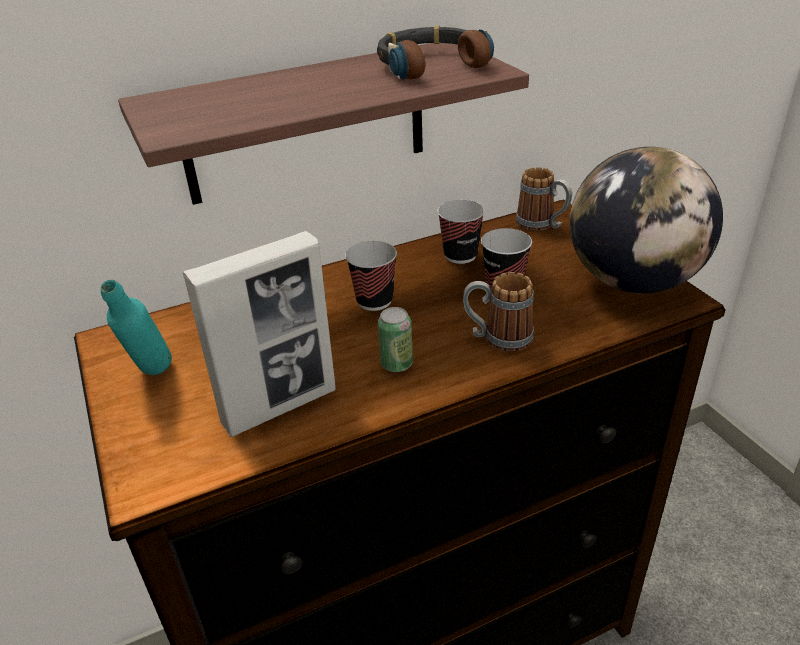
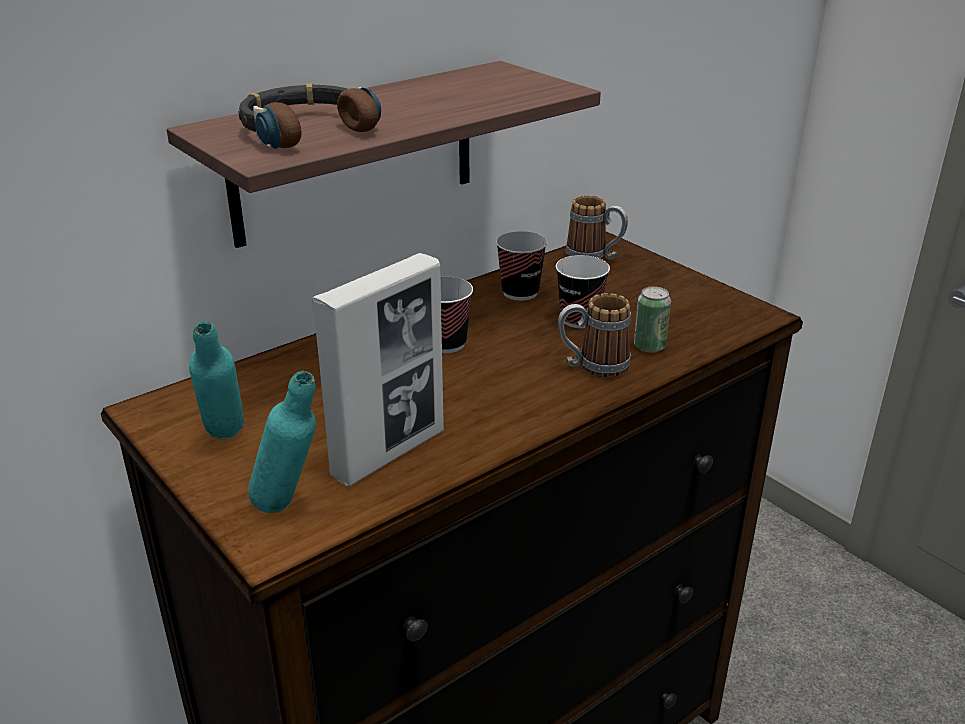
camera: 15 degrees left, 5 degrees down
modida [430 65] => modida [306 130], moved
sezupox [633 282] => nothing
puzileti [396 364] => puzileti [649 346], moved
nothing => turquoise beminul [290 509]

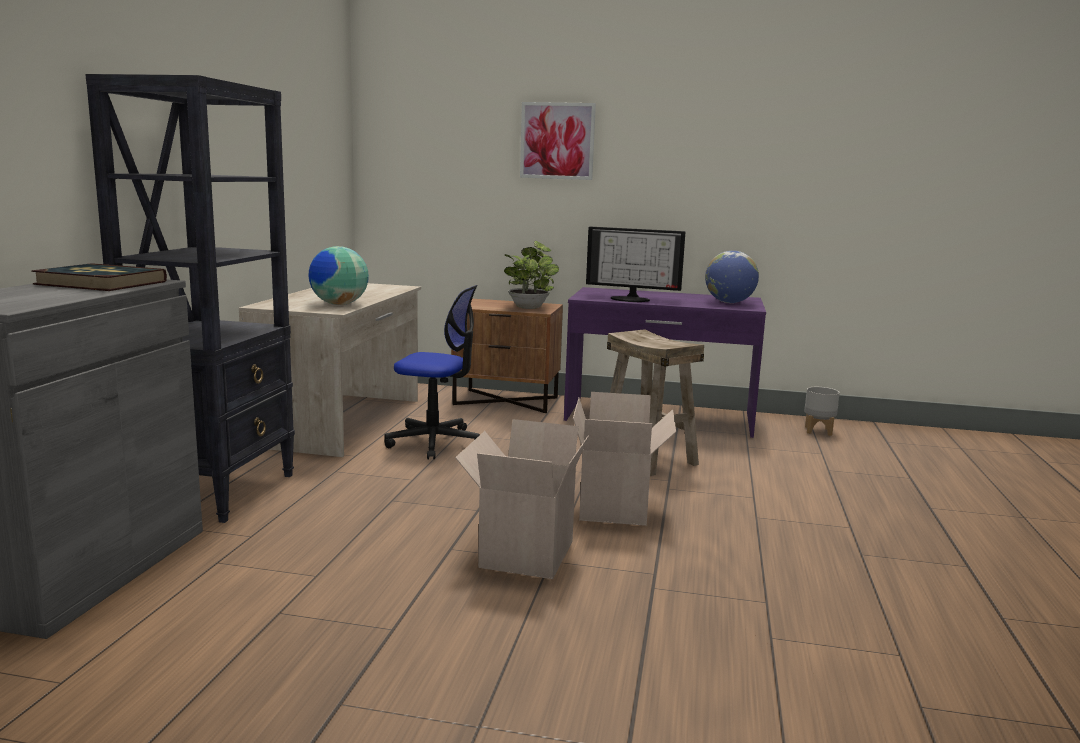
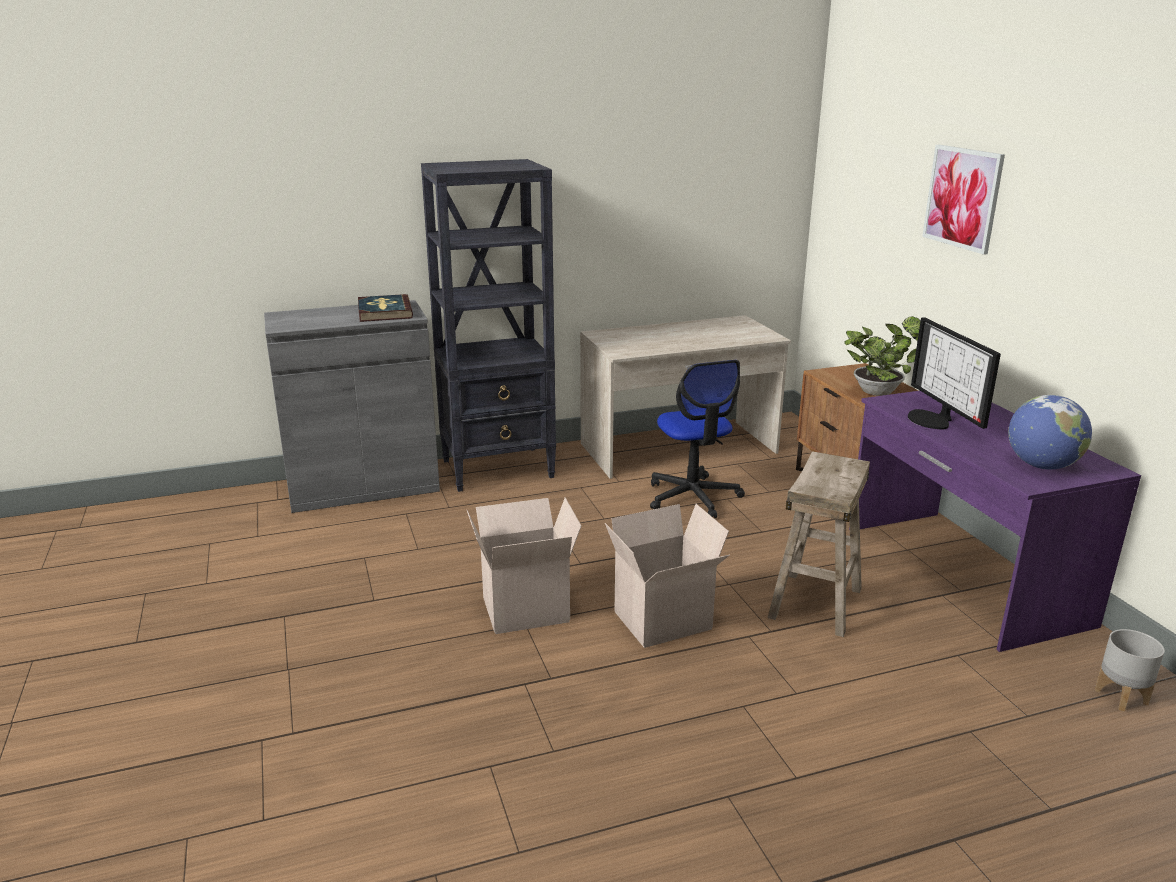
camera: 60 degrees right, 10 degrees up
sezupox [338 304] => nothing

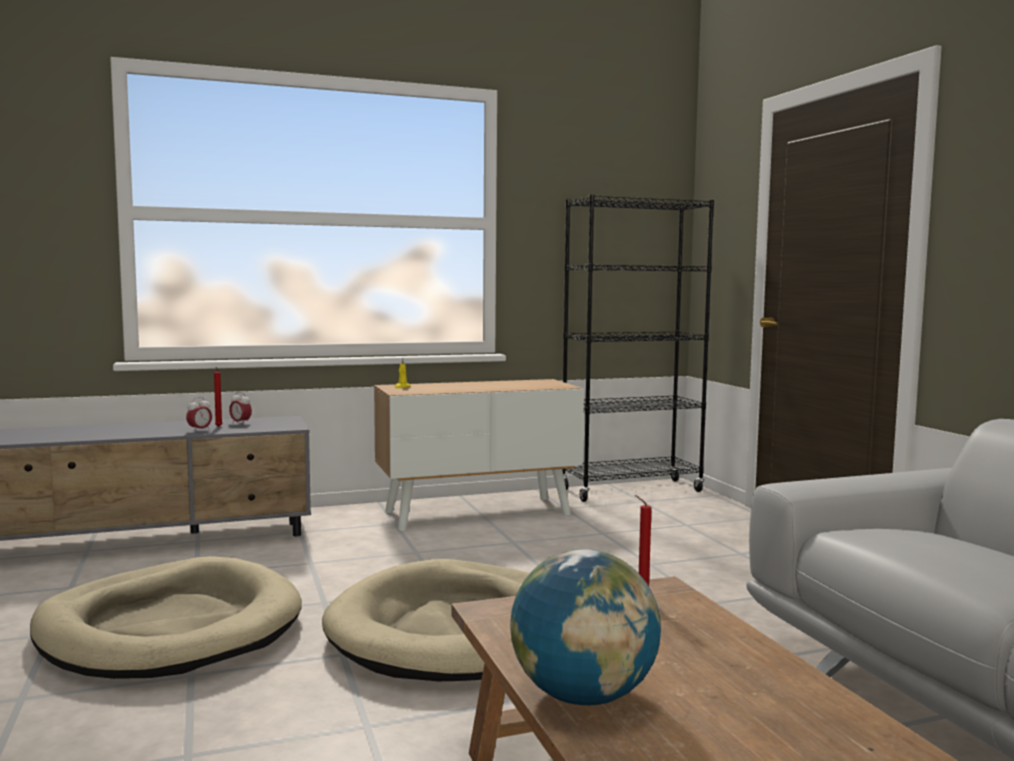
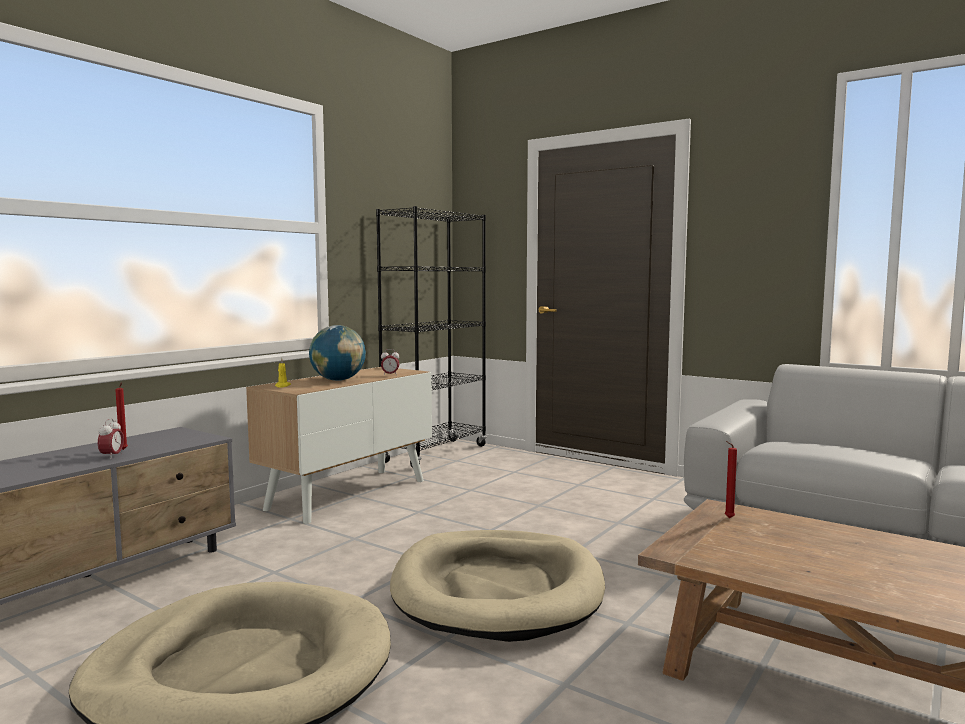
camera: 35 degrees left, 0 degrees up
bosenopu [240 423] => bosenopu [390 375], moved
sezupox [583 696] => sezupox [338 380], moved

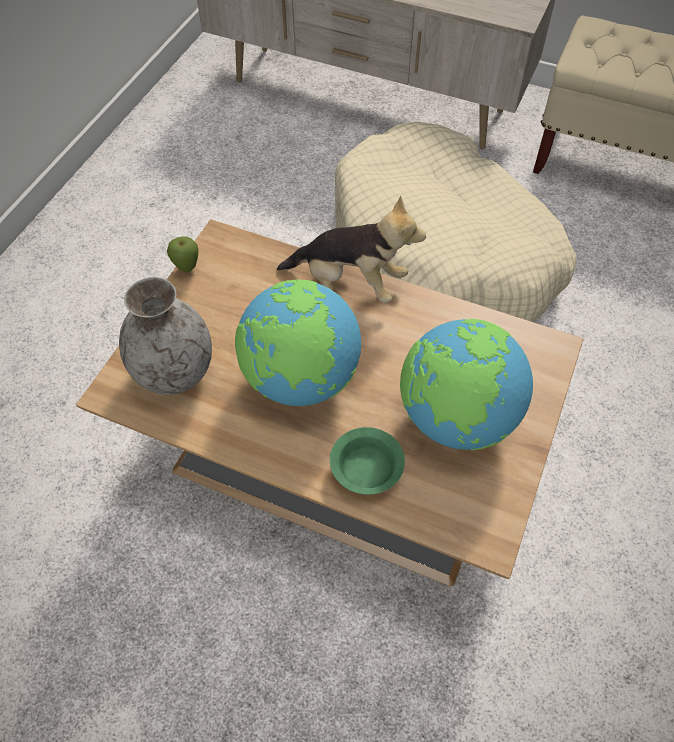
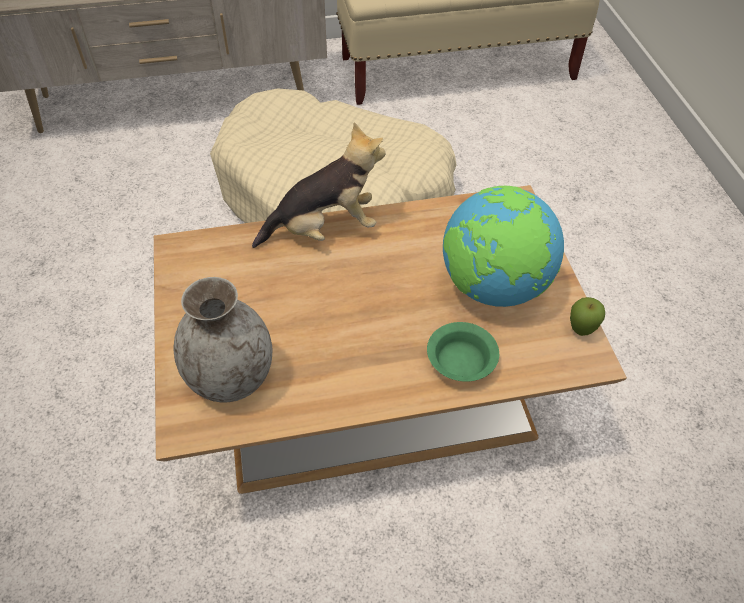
camera: 35 degrees left, 5 degrees down
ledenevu [187 268] => ledenevu [580 331], moved
sezupox [300 379] => nothing

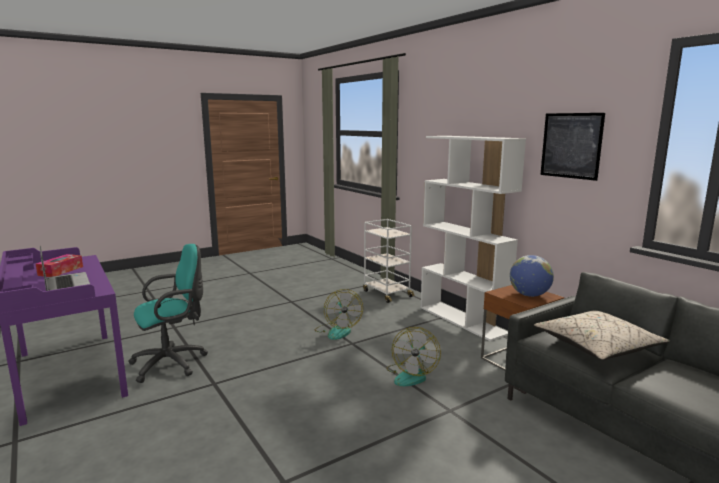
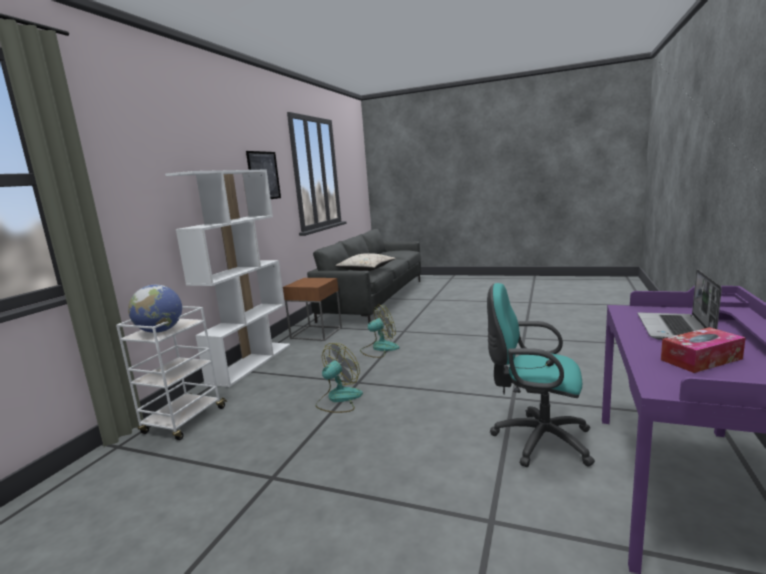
camera: 125 degrees left, 0 degrees up
sezupox [529 295] => sezupox [160 331], moved

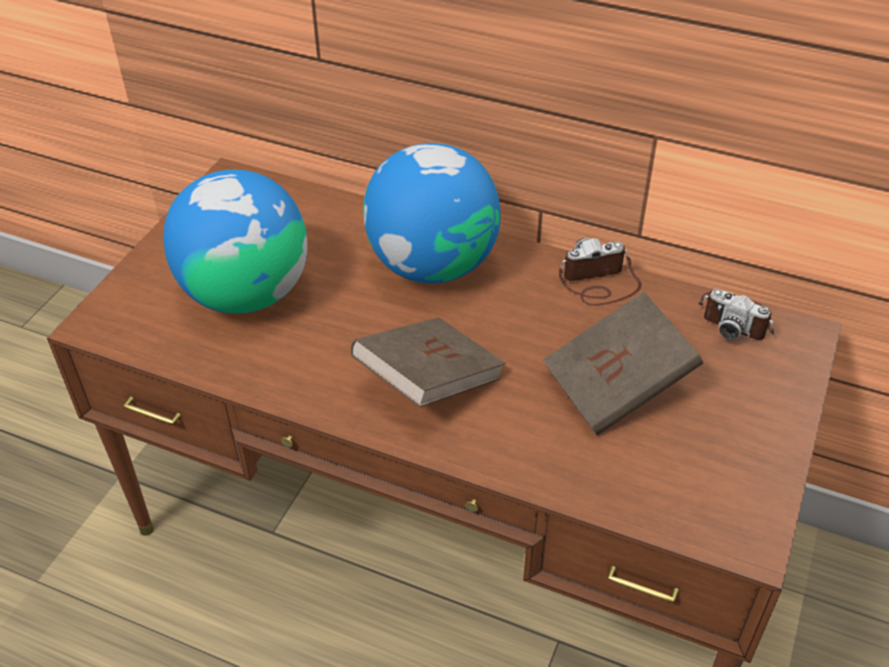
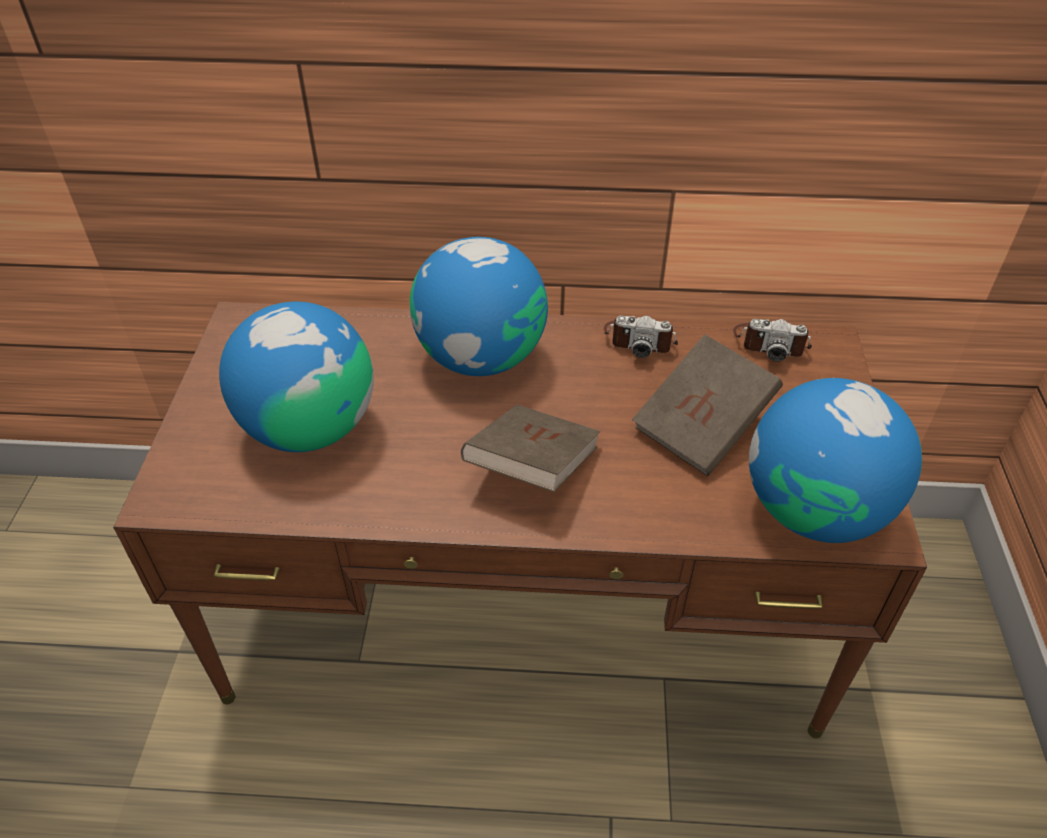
camera: 20 degrees left, 0 degrees up
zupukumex [599 283] => zupukumex [640 339], 135 degrees counterclockwise
nothing => sezupox [815 510]

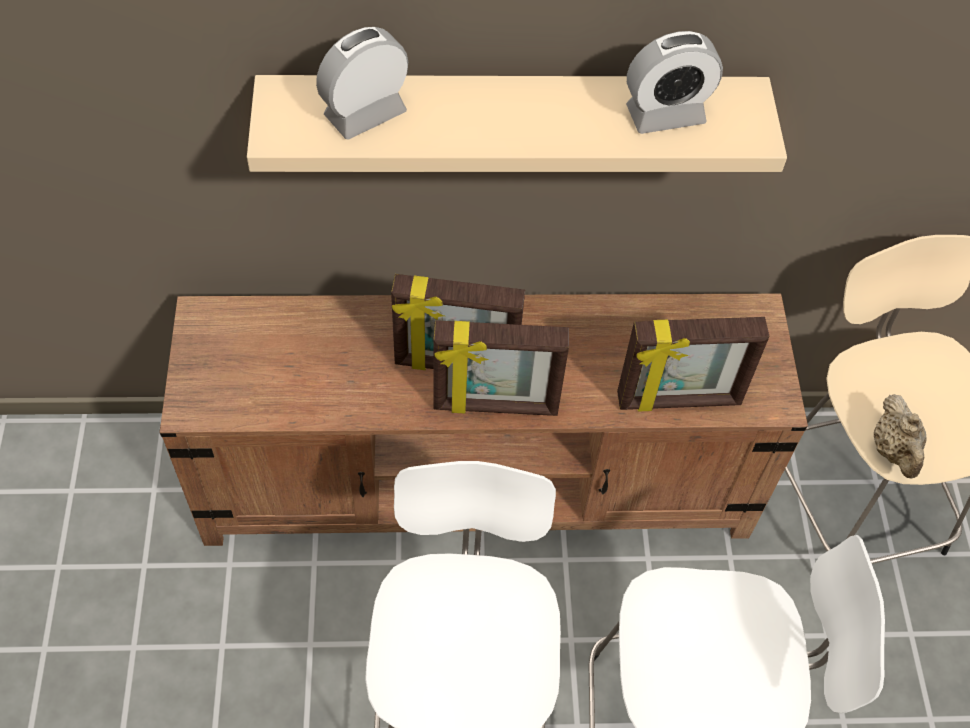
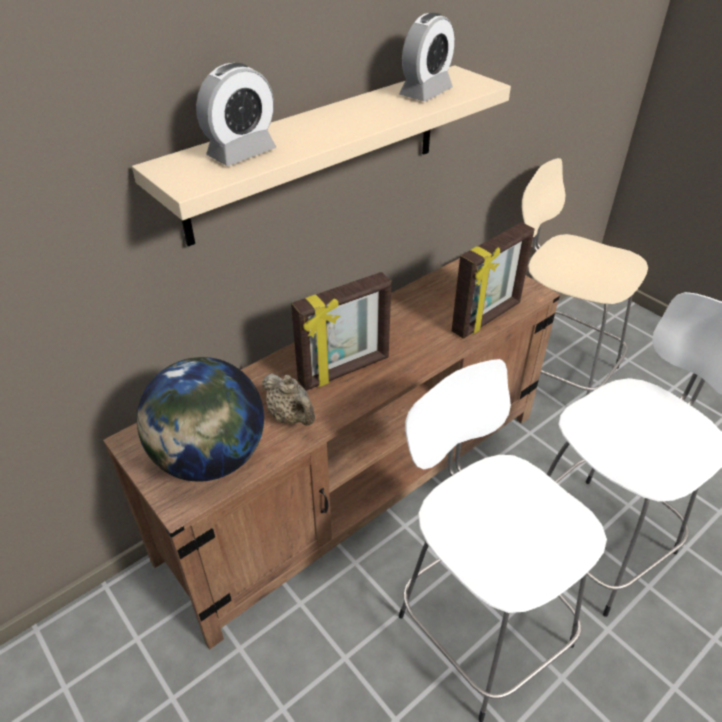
camera: 35 degrees left, 15 degrees down
bosenopu [365 114] => bosenopu [241 153], 150 degrees counterclockwise
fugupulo [495 406] => nothing
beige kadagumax [893 451] => beige kadagumax [291 417], moved
nothing => sezupox [210 459]

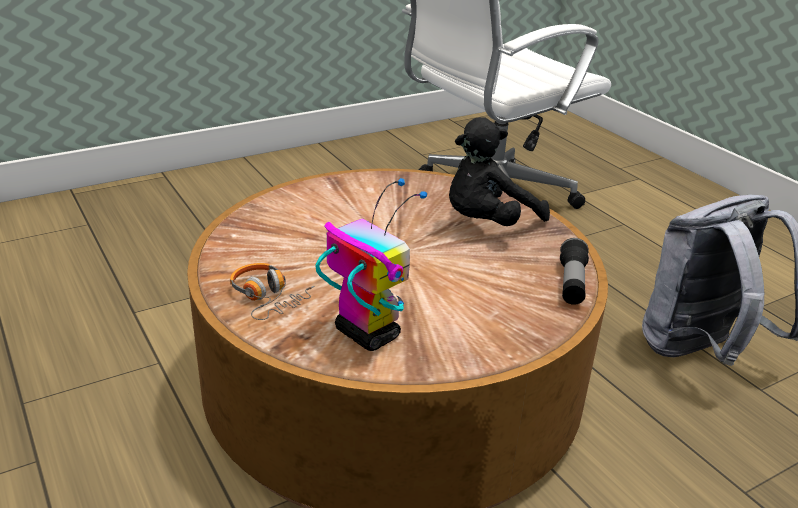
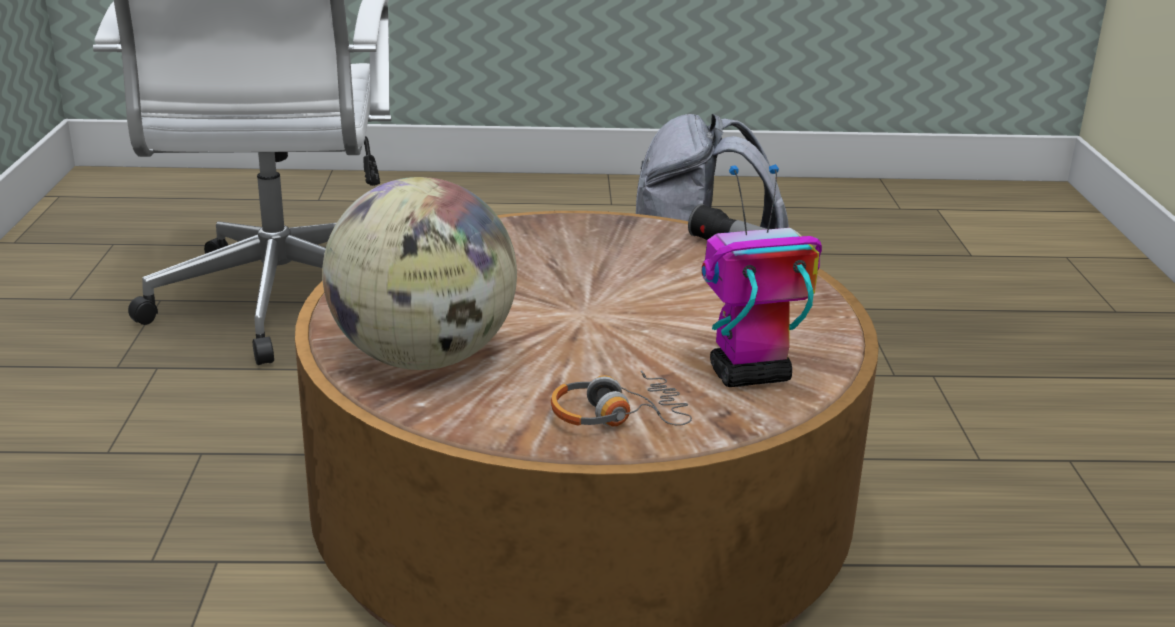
camera: 60 degrees left, 5 degrees down
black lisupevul [487 223] => nothing
nothing => sezupox [423 359]

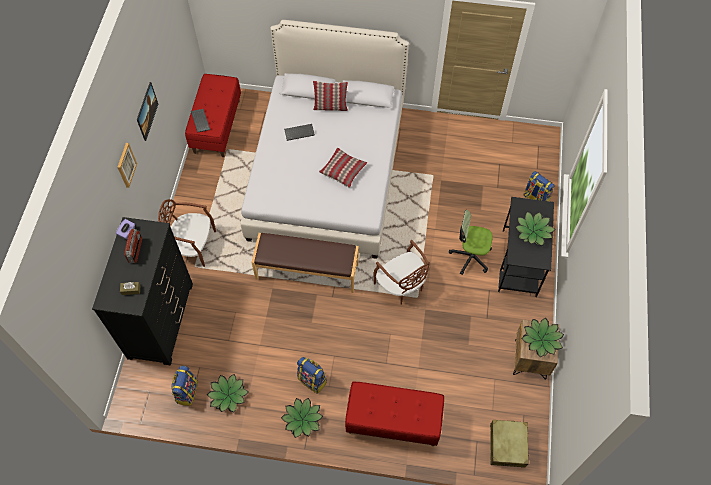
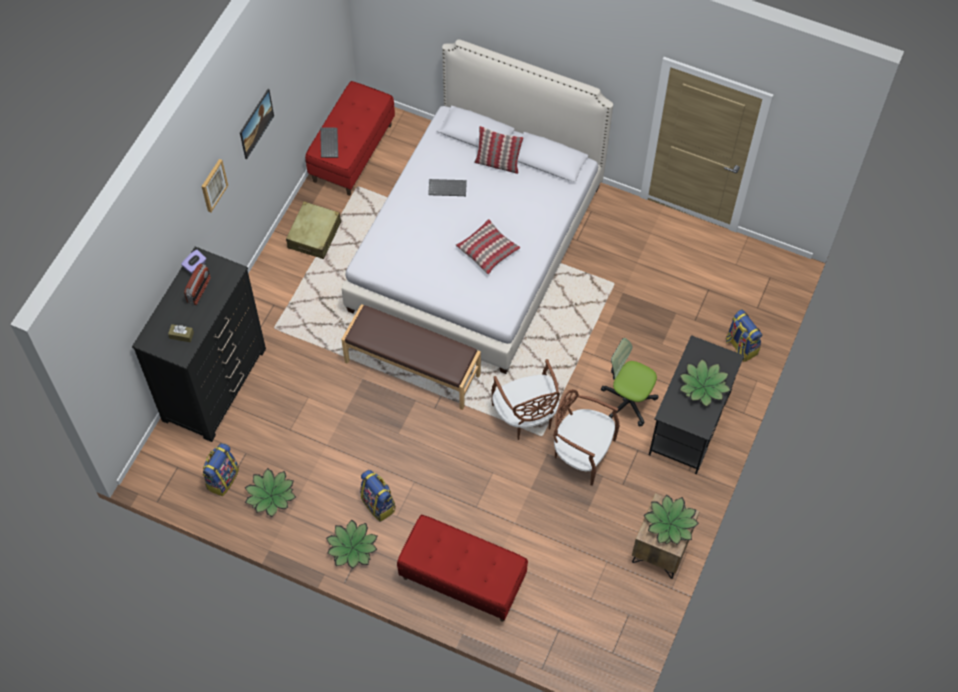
camera: 15 degrees right, 0 degrees up
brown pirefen [193 245] => brown pirefen [582 452], moved
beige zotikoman [507 445] => beige zotikoman [314 235], moved

